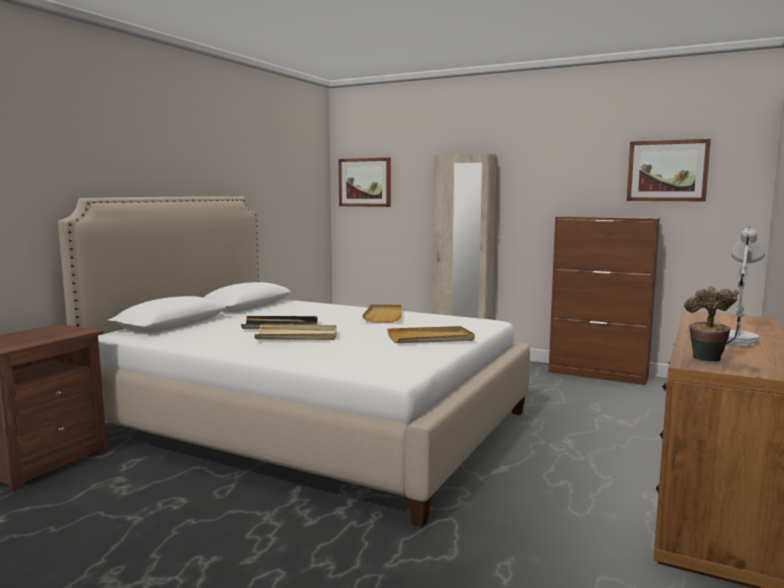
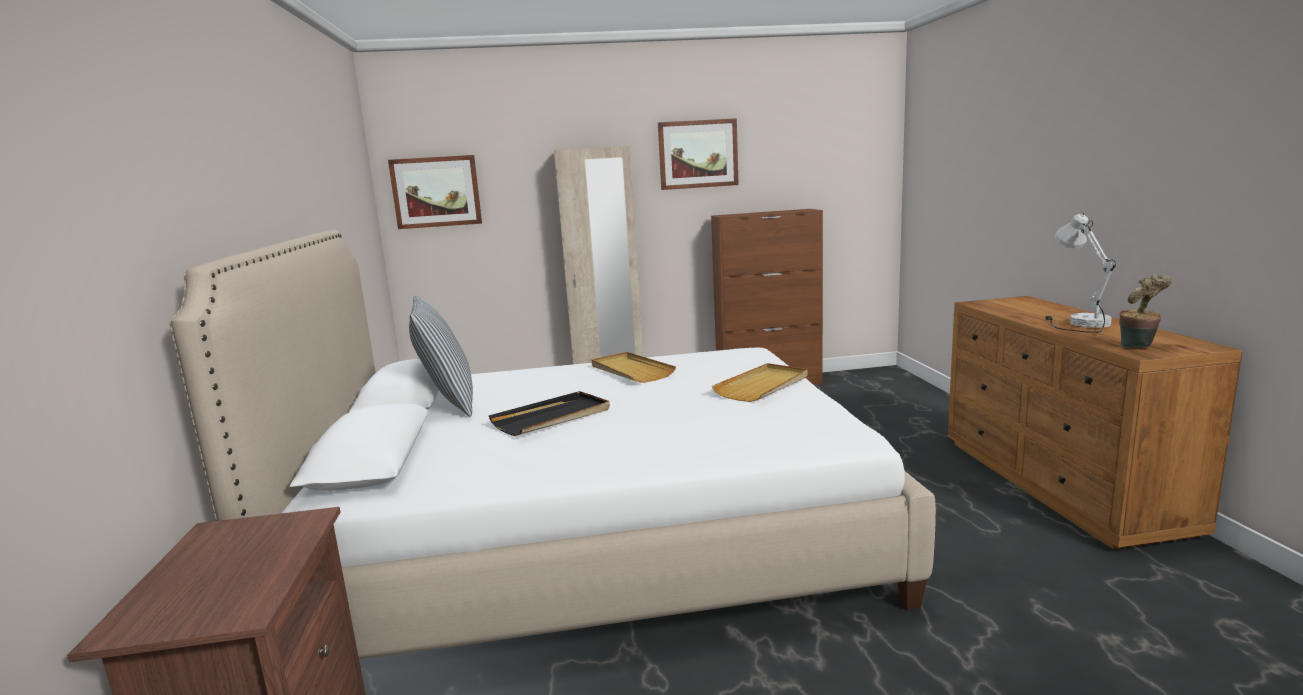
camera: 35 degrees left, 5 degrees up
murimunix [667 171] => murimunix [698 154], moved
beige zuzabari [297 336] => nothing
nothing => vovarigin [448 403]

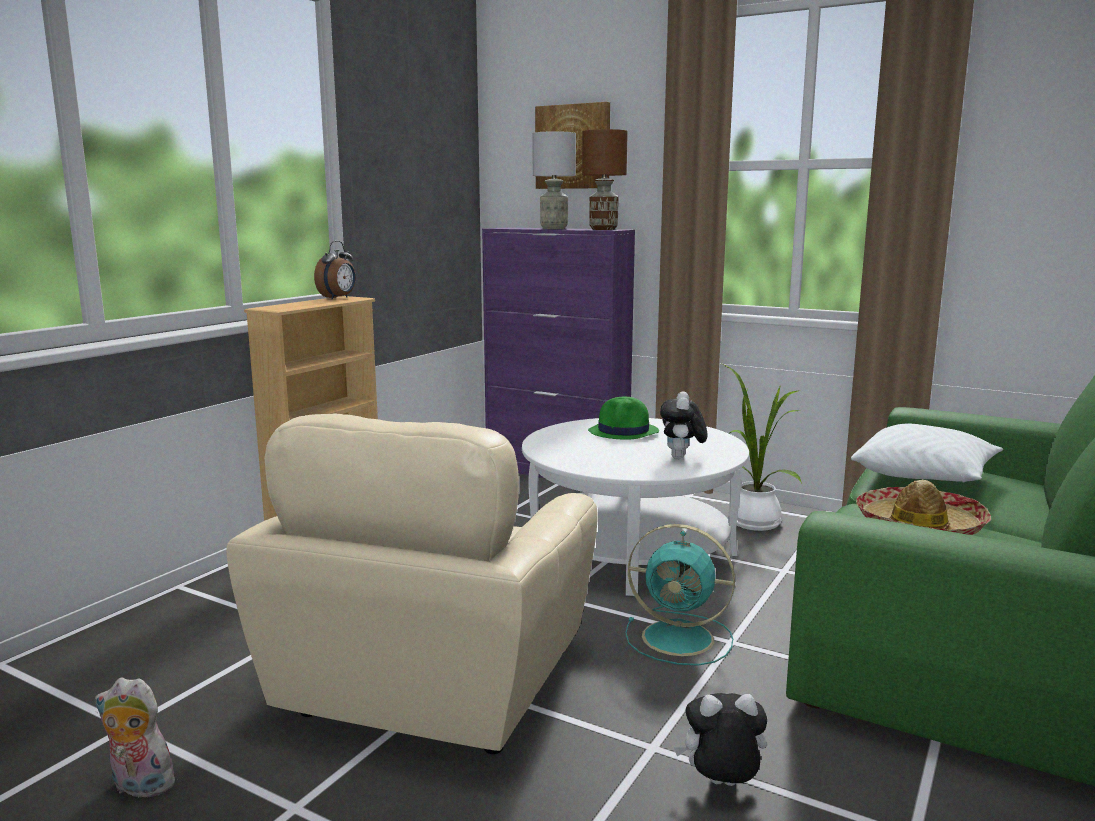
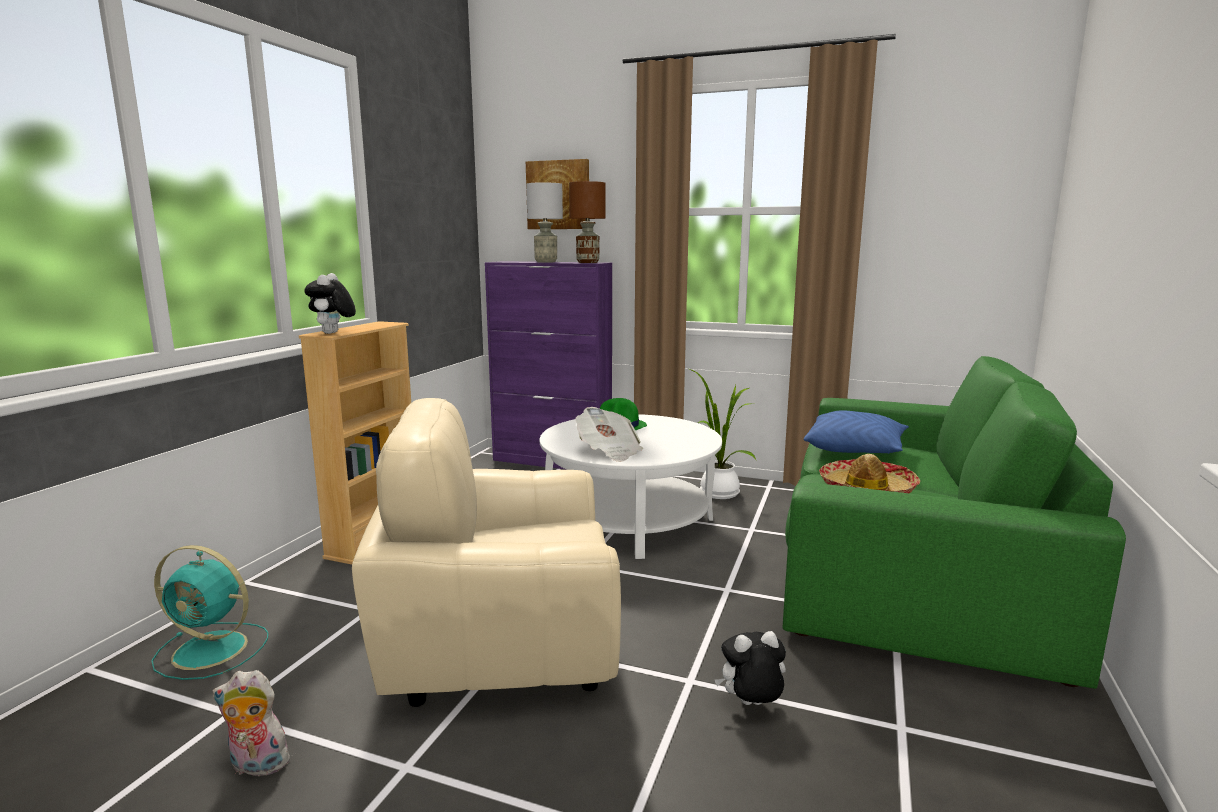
camera: 10 degrees left, 0 degrees up
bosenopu [338 298] => nothing
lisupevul [681 458] => lisupevul [333 333], moved
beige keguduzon [436 682] => beige keguduzon [499 645], 75 degrees clockwise
white vovarigin [924 475] => blue vovarigin [855 449]
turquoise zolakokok [681 638] => turquoise zolakokok [213 650], moved
nothing => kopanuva [609 451]

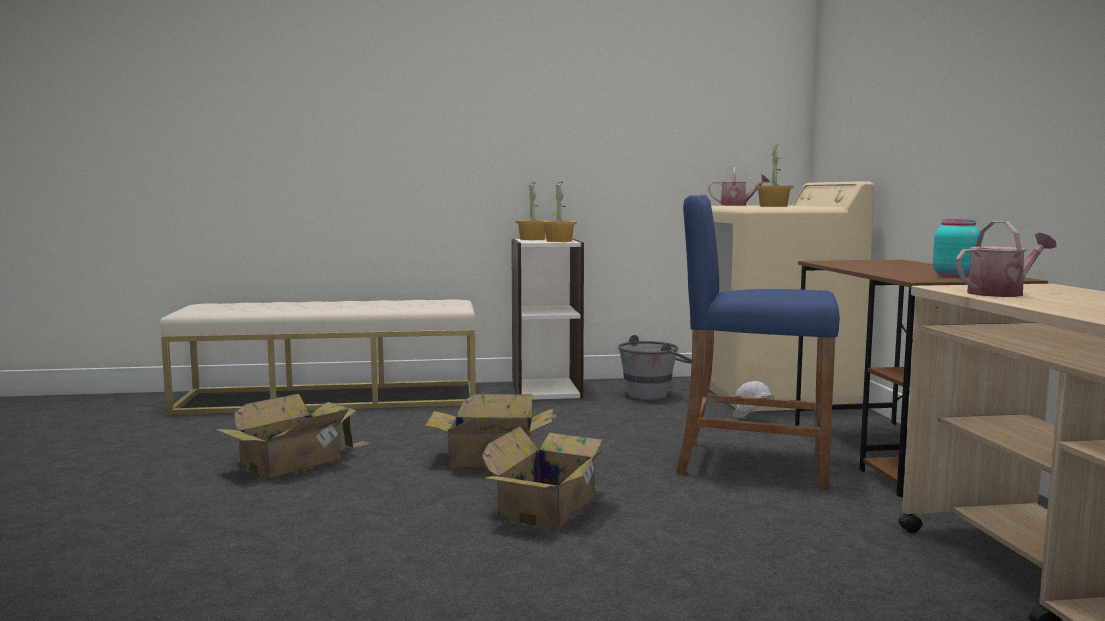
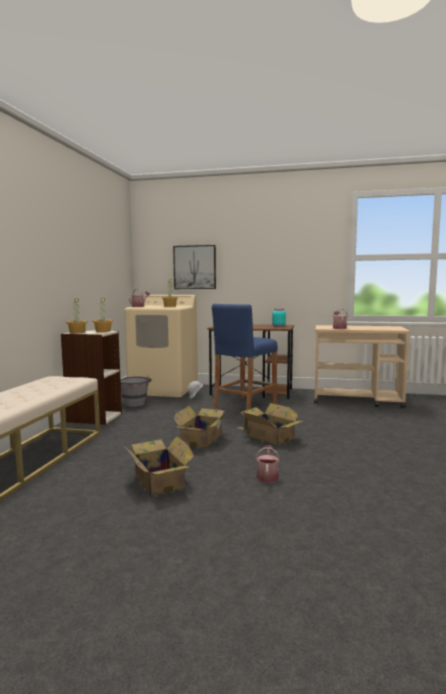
camera: 70 degrees left, 0 degrees up
nothing => murimunix [195 267]
nothing => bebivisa [267 476]

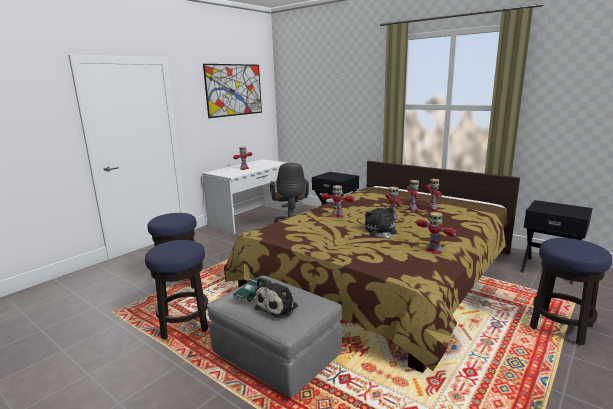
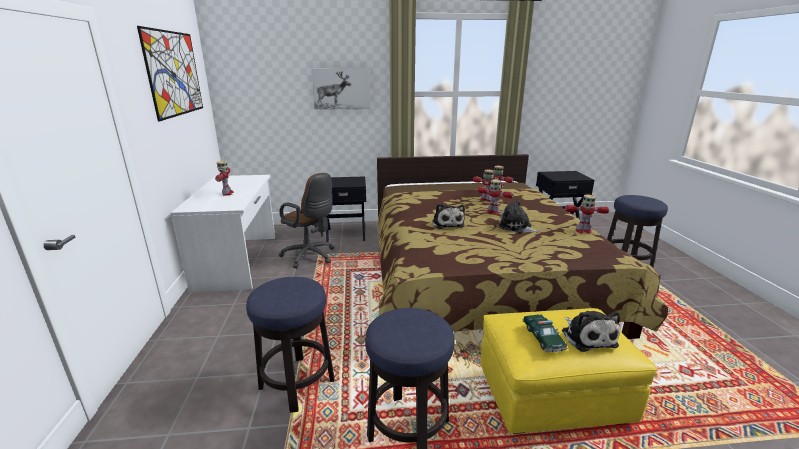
camera: 45 degrees left, 5 degrees up
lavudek [337 216] => lisupevul [447 223]
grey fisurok [277 357] => yellow fisurok [551 396]
nothing => murimunix [341 89]

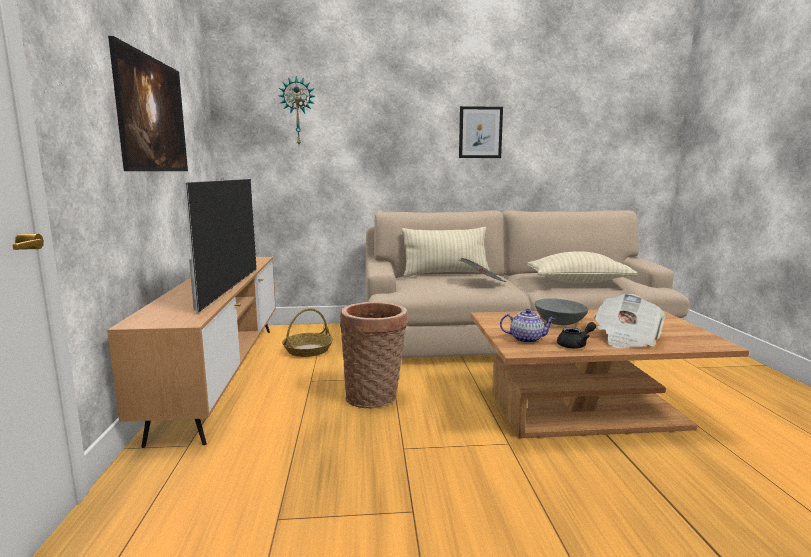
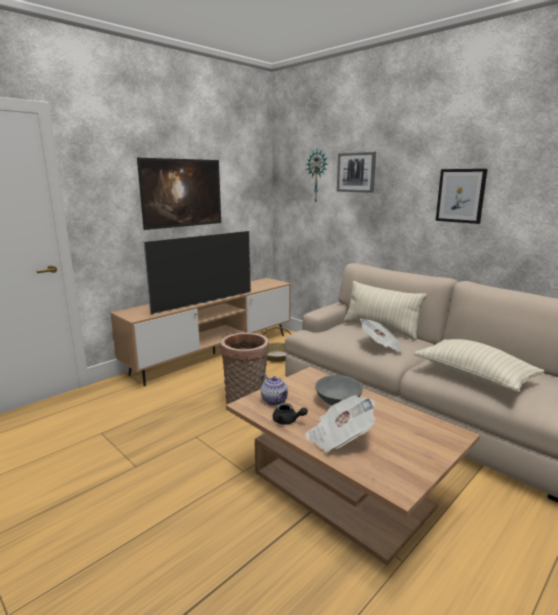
camera: 50 degrees right, 5 degrees up
nothing => murimunix [356 172]

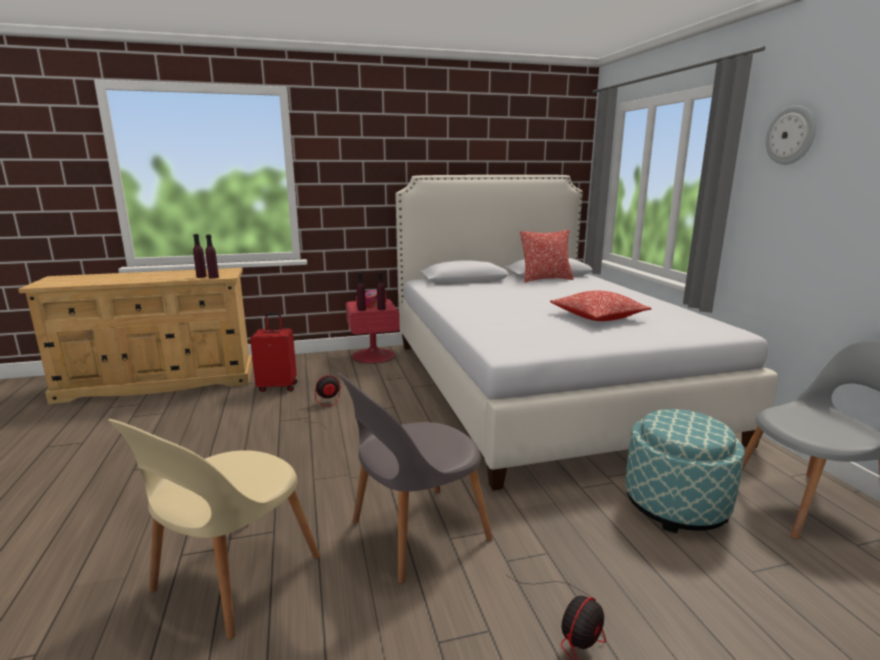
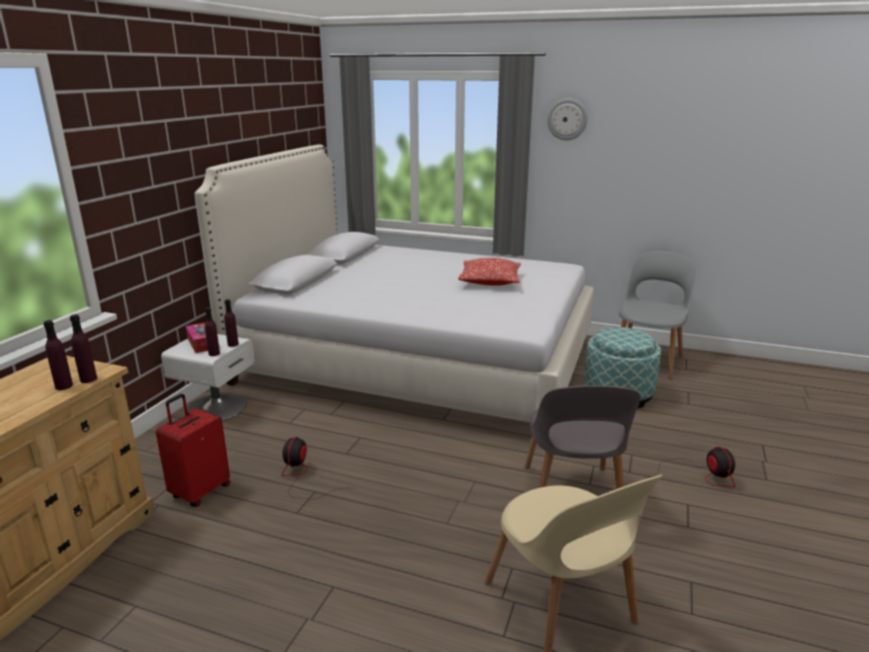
camera: 55 degrees left, 5 degrees up
vovarigin [545 279] => nothing
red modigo [373 355] => white modigo [216 407]

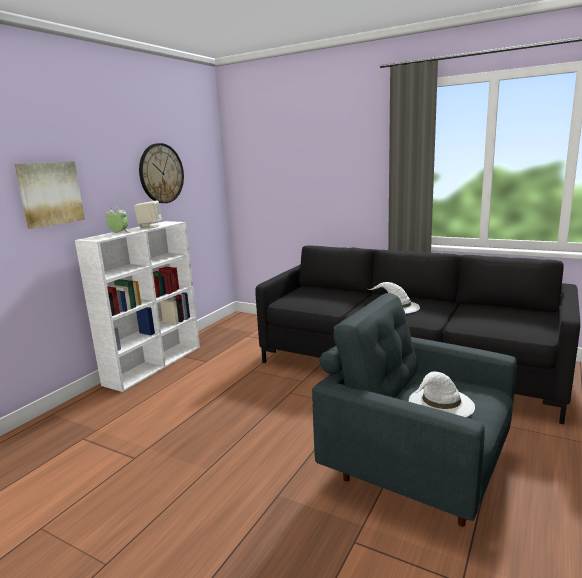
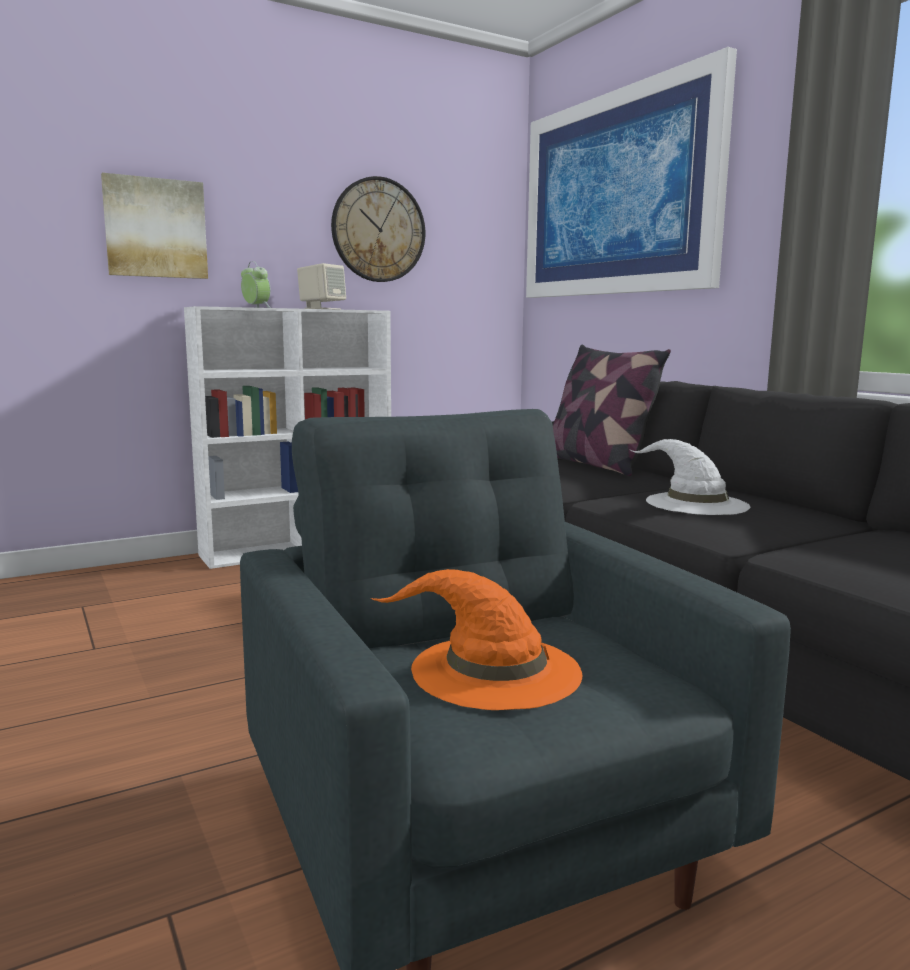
camera: 30 degrees right, 5 degrees down
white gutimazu [440 403] => orange gutimazu [493 670]
nothing => murimunix [617 195]
nothing => vovarigin [596 465]

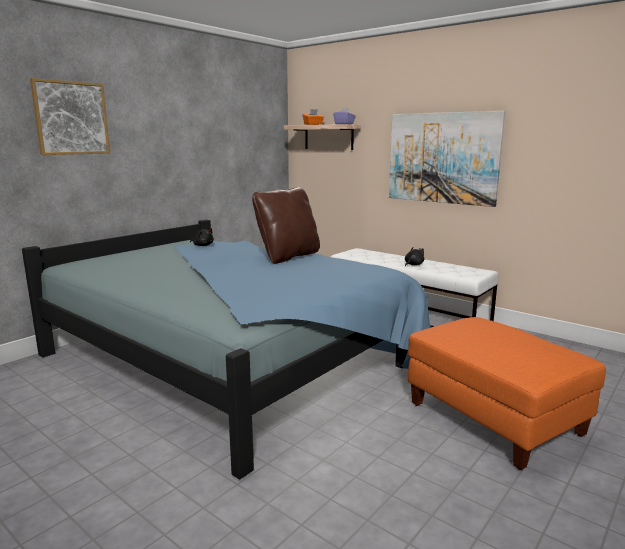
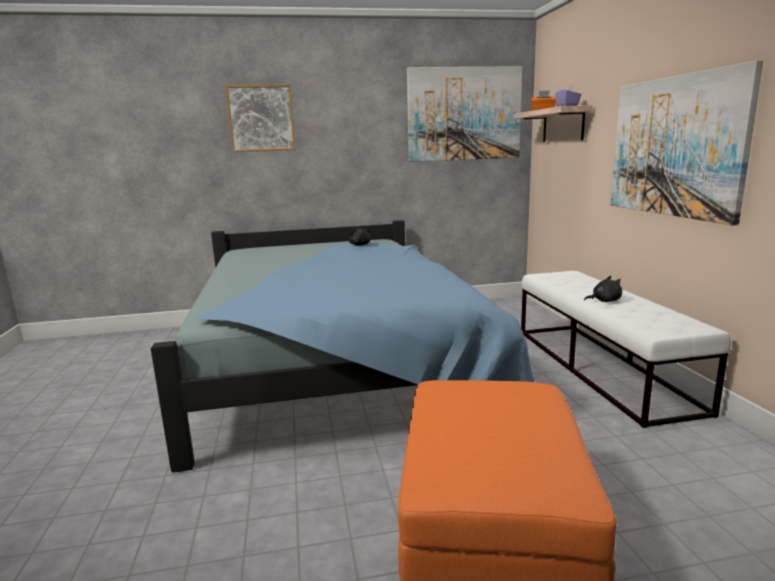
camera: 40 degrees right, 0 degrees up
brown vovarigin [288 256] => nothing
nothing => murimunix [464 114]

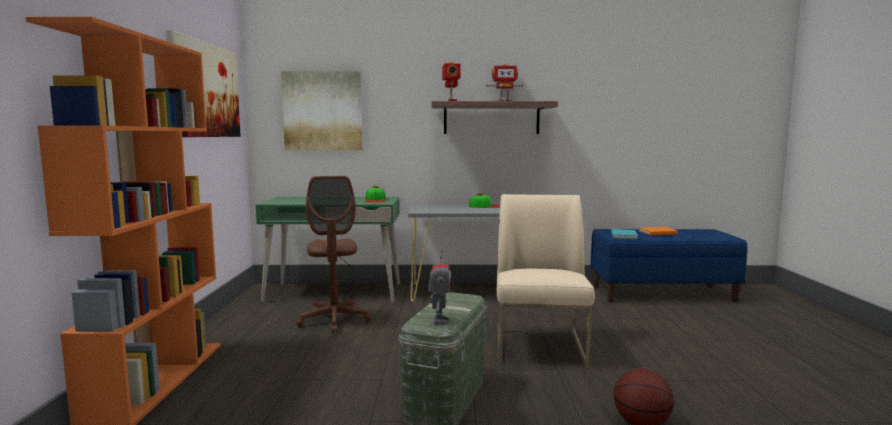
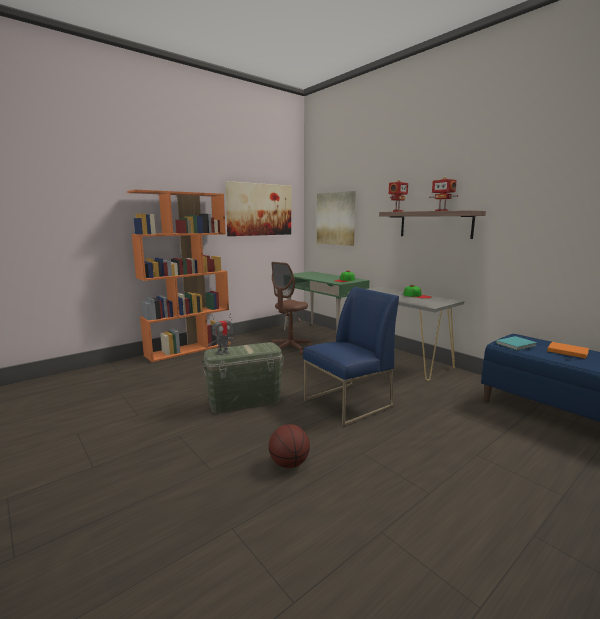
camera: 50 degrees right, 5 degrees up
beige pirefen [540 348] => blue pirefen [348 404]

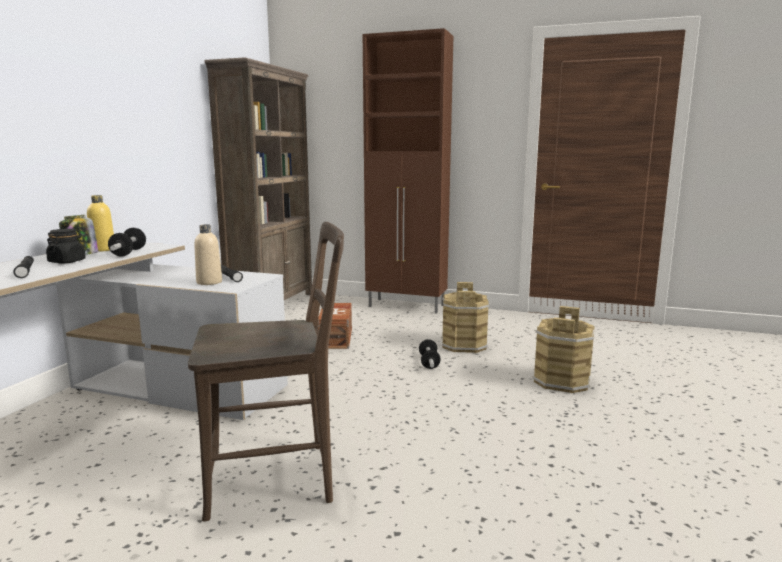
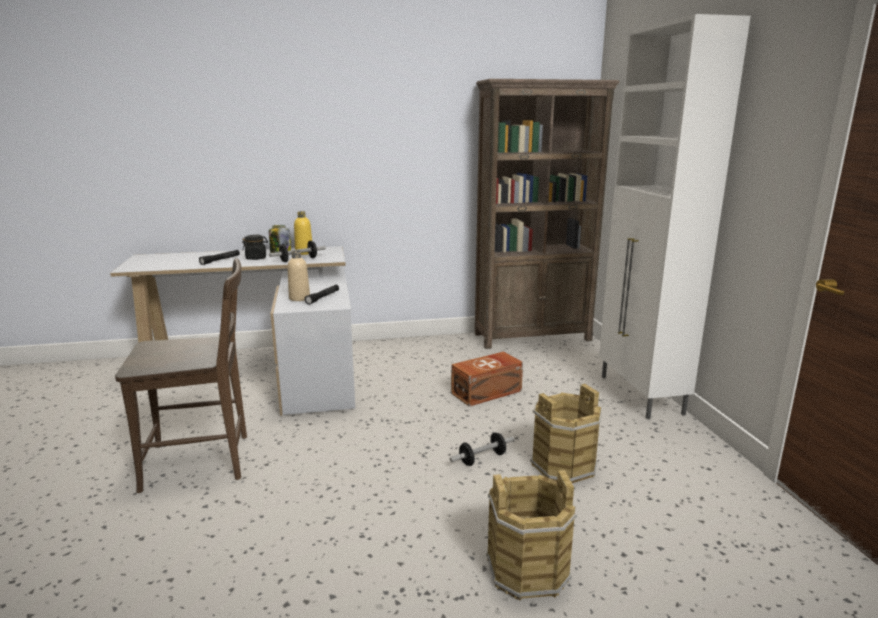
camera: 60 degrees right, 5 degrees up
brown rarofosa [407 306] => white rarofosa [640 395]
brown pirefen [278 478] => brown pirefen [204 461], 60 degrees counterclockwise

